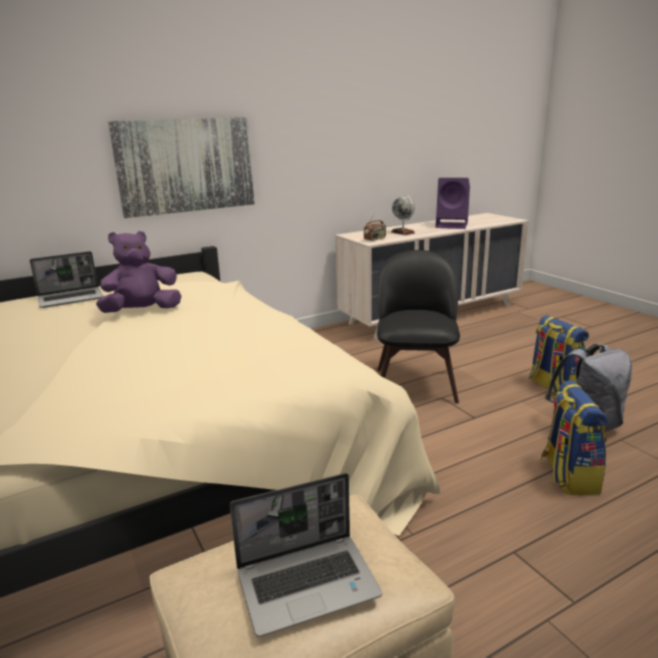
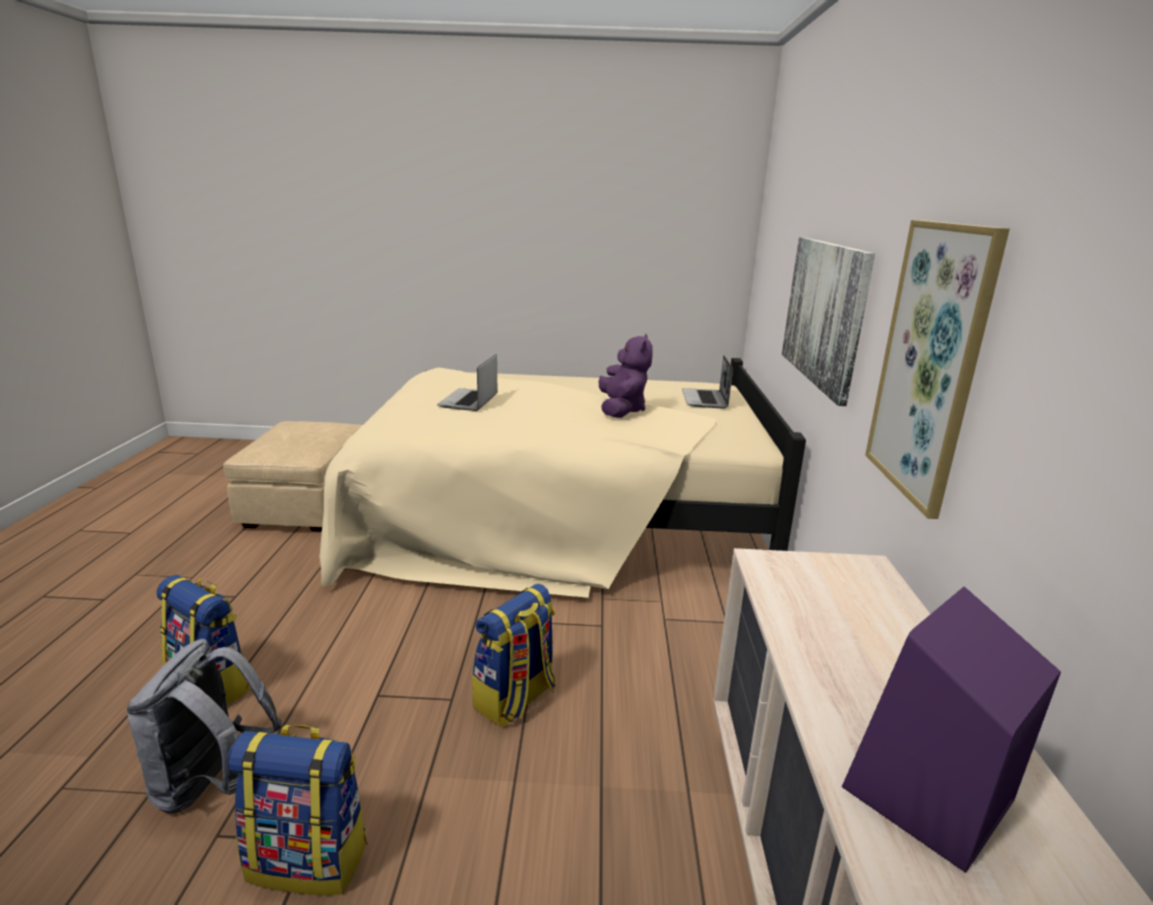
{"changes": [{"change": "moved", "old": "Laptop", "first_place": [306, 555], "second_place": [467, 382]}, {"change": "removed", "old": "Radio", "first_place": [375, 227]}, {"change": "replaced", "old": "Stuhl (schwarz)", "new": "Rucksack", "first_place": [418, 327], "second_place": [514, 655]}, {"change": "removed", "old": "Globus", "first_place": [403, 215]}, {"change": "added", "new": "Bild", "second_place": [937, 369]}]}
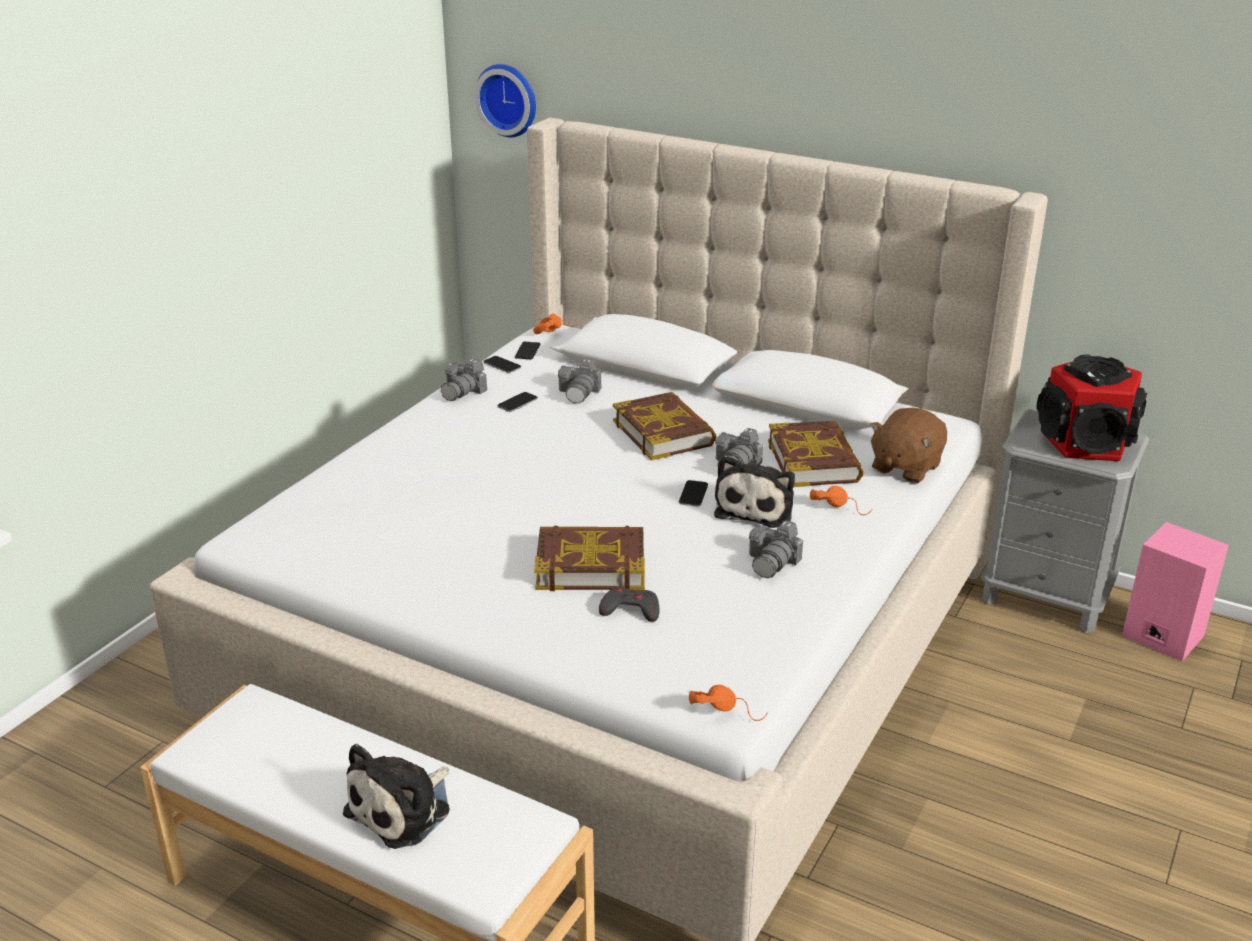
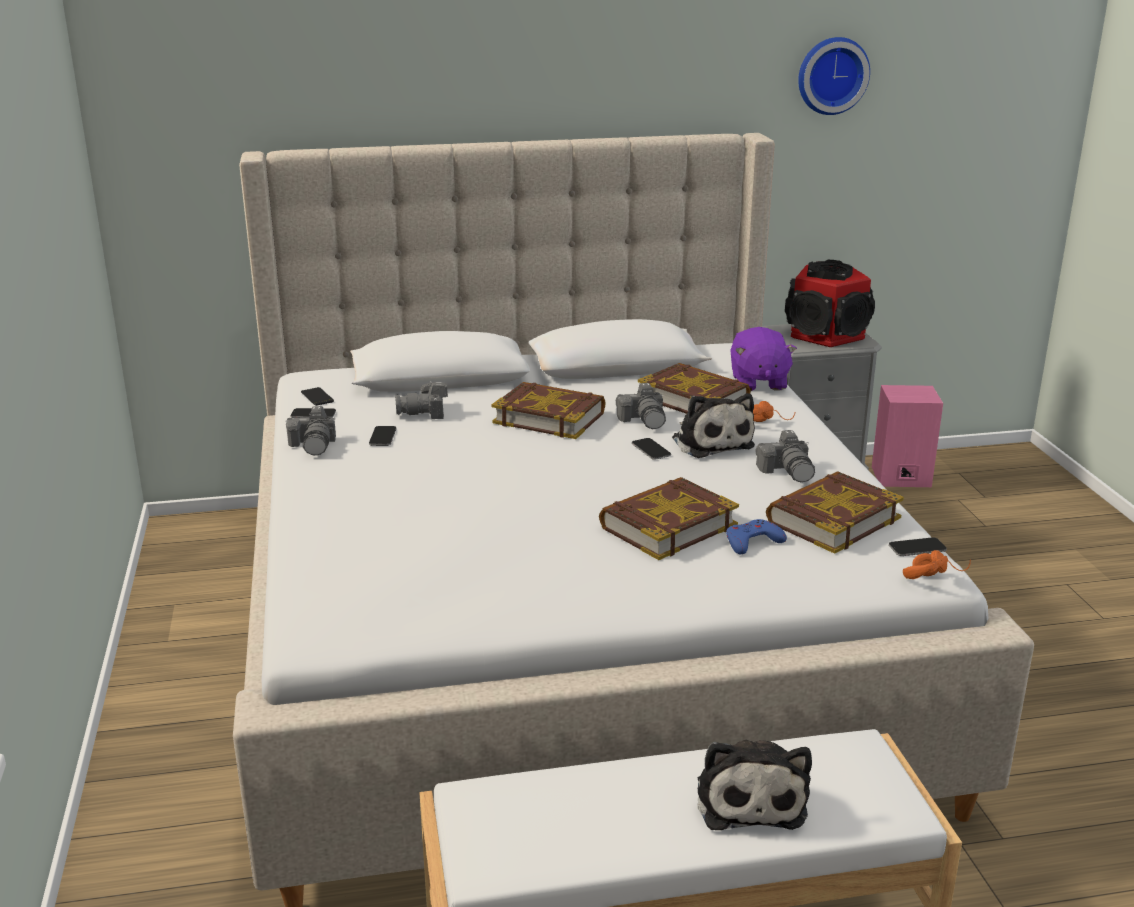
{"changes": [{"change": "moved", "old": "Wanduhr", "first_place": [505, 100], "second_place": [834, 76]}, {"change": "removed", "old": "Kopfhörer (orange)", "first_place": [555, 324]}, {"change": "turned", "old": "Kamera", "first_place": [579, 381], "second_place": [421, 400], "degrees": 105}, {"change": "recoloured", "old": "Gamepad (grau)", "new": "Gamepad (blau)", "first_place": [629, 604], "second_place": [756, 537]}, {"change": "recoloured", "old": "Plüschtier (braun)", "new": "Plüschtier (lila)", "first_place": [908, 445], "second_place": [763, 359]}, {"change": "added", "new": "Buch", "second_place": [835, 512]}, {"change": "added", "new": "Handy", "second_place": [918, 546]}]}
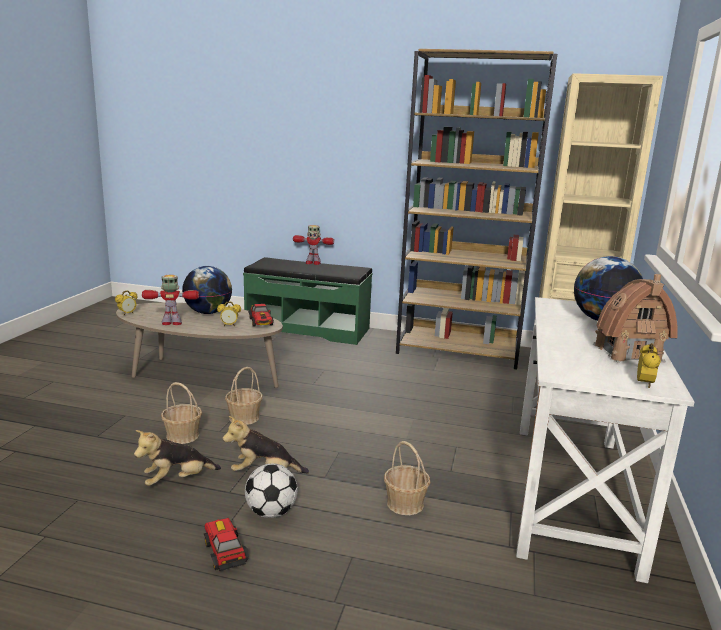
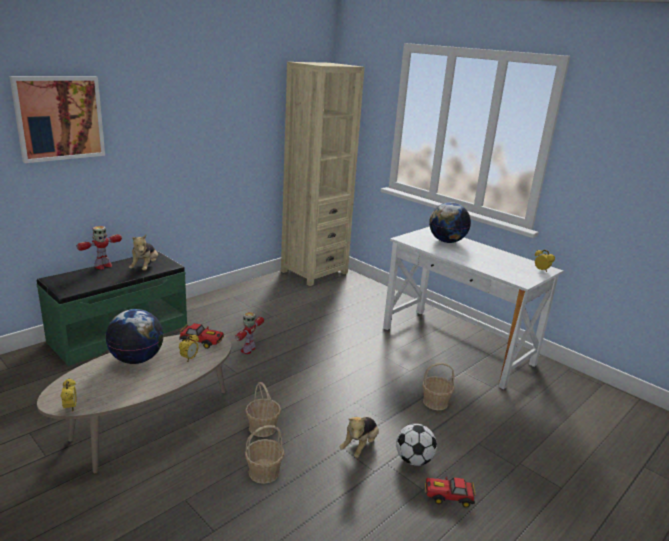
{"changes": [{"change": "moved", "old": "Plüschtier", "first_place": [177, 458], "second_place": [143, 252]}, {"change": "moved", "old": "Spielzeugroboter", "first_place": [170, 299], "second_place": [249, 333]}, {"change": "removed", "old": "Bücherregal (braun)", "first_place": [476, 209]}, {"change": "removed", "old": "Spielzeughaus", "first_place": [635, 318]}, {"change": "added", "new": "Bild", "second_place": [57, 119]}]}
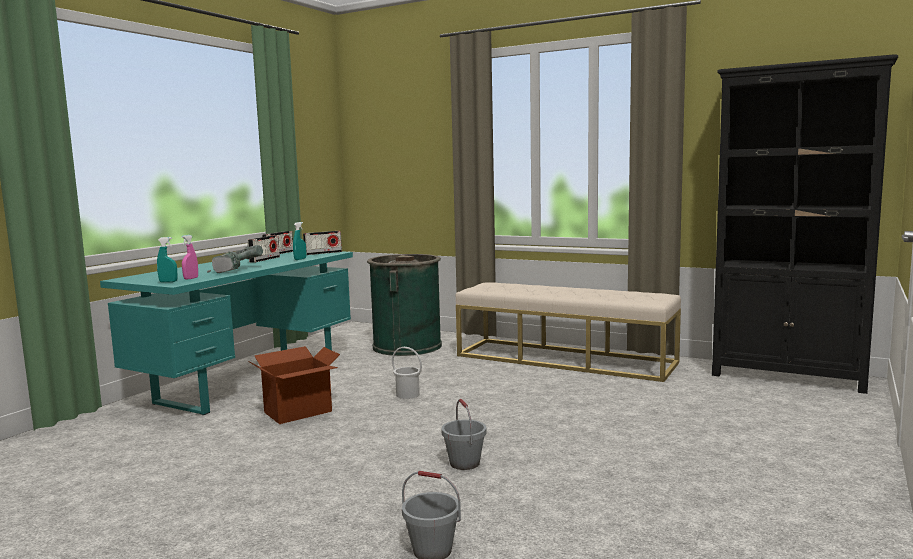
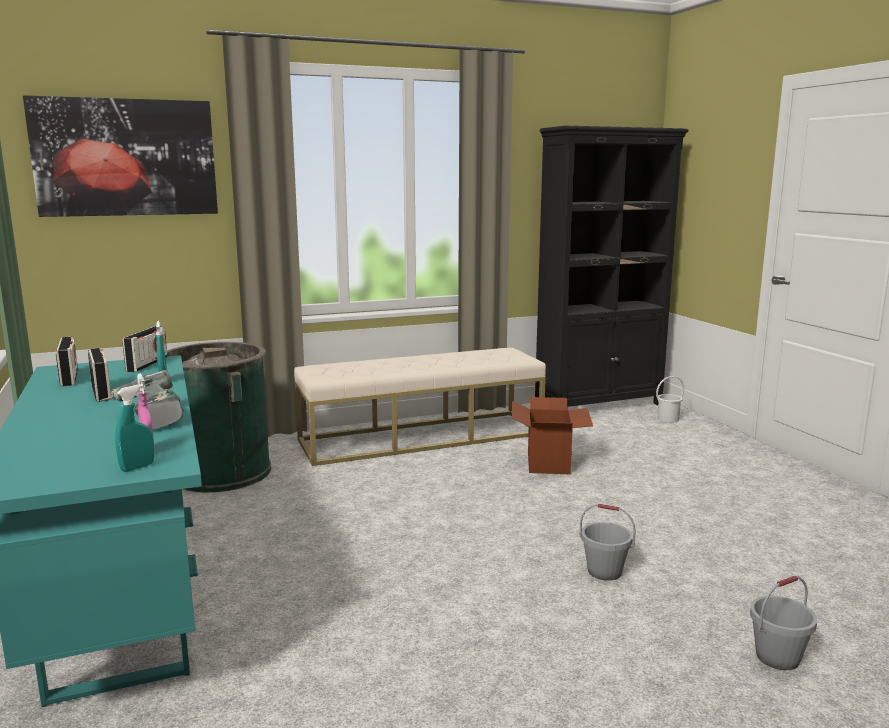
{"changes": [{"change": "moved", "old": "Karton", "first_place": [294, 385], "second_place": [552, 435]}, {"change": "moved", "old": "Eimer (weiß)", "first_place": [407, 372], "second_place": [670, 399]}, {"change": "added", "new": "Bild", "second_place": [120, 156]}]}
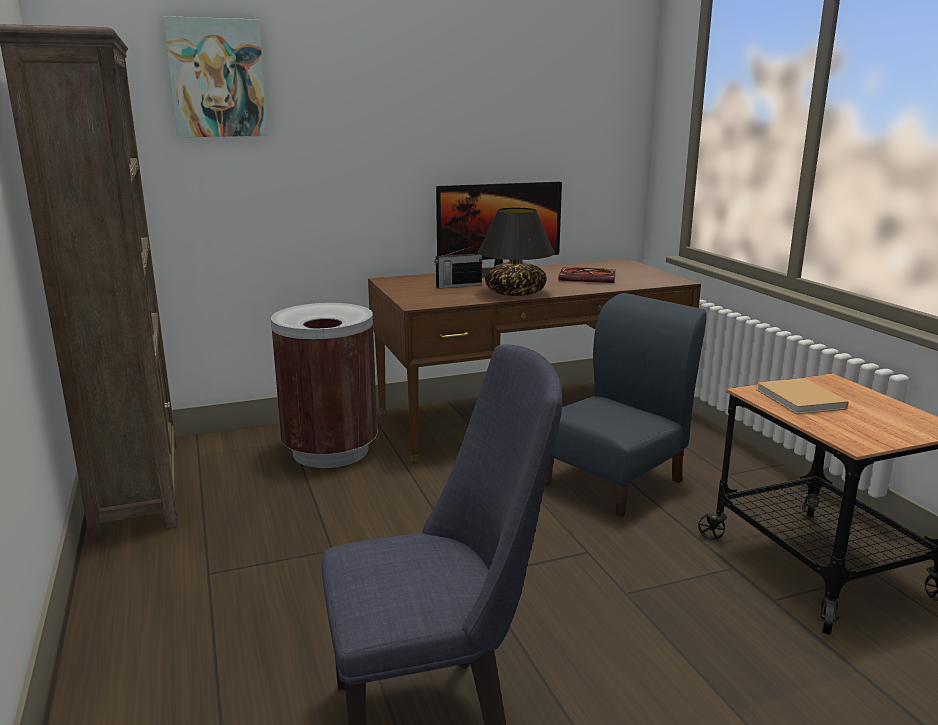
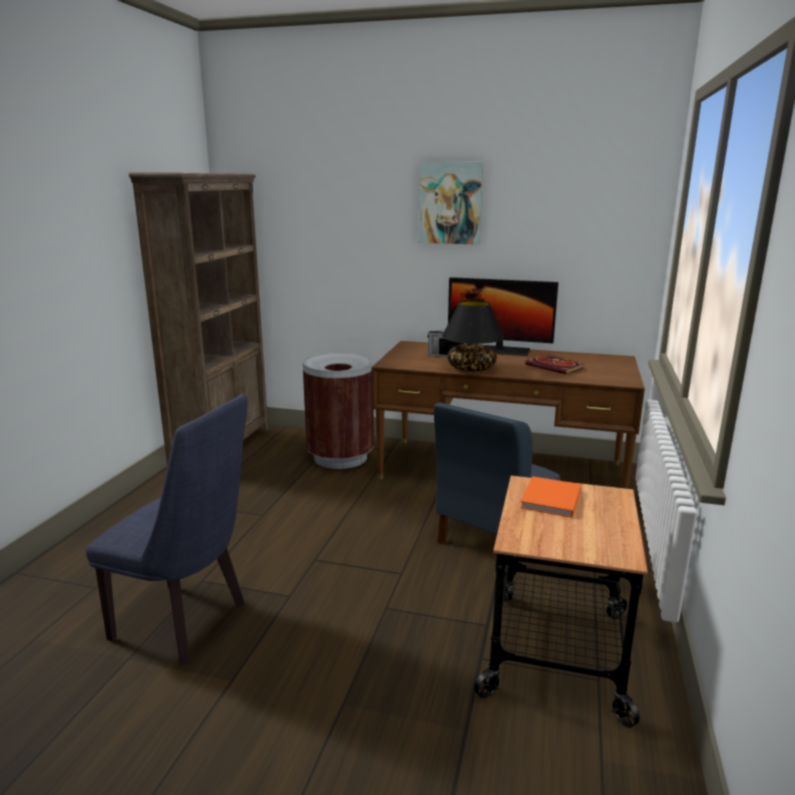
{"changes": [{"change": "moved", "old": "Bild", "first_place": [215, 76], "second_place": [450, 203]}, {"change": "turned", "old": "Stuhl (blau)", "first_place": [626, 405], "second_place": [497, 474], "degrees": 135}, {"change": "recoloured", "old": "Buch (beige)", "new": "Buch (orange)", "first_place": [802, 396], "second_place": [550, 497]}]}
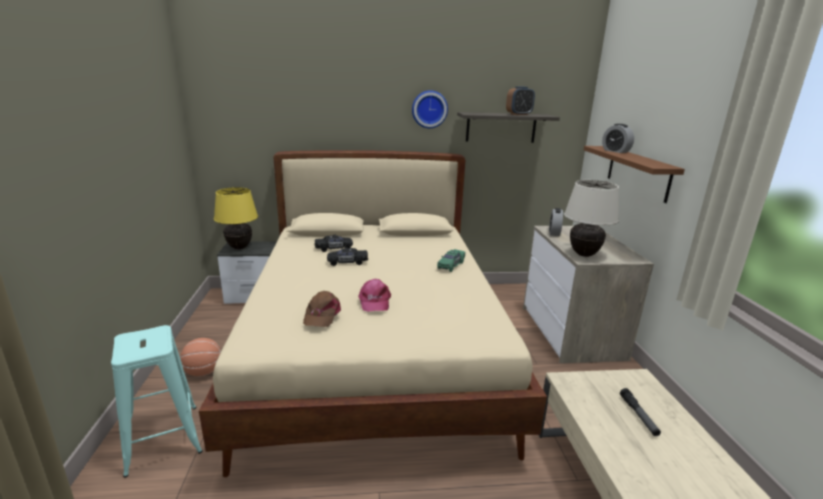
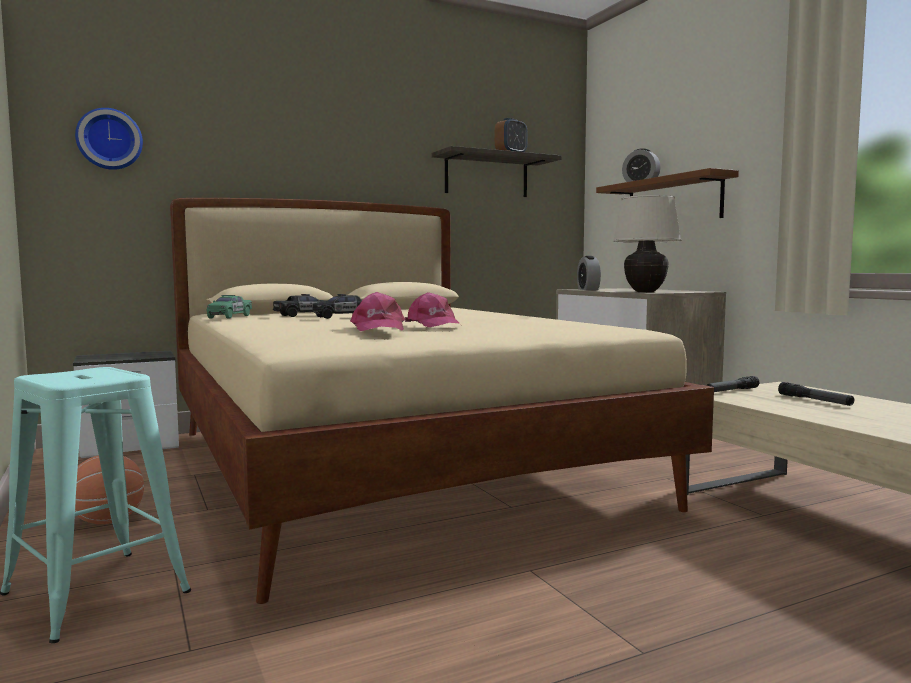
{"changes": [{"change": "removed", "old": "Tischlampe (gelb)", "first_place": [236, 218]}, {"change": "recoloured", "old": "Kappe (braun)", "new": "Kappe (rosa)", "first_place": [322, 309], "second_place": [377, 311]}, {"change": "moved", "old": "Wanduhr", "first_place": [430, 109], "second_place": [109, 139]}, {"change": "moved", "old": "Spielzeugauto (grün)", "first_place": [451, 260], "second_place": [229, 307]}, {"change": "added", "new": "Taschenlampe", "second_place": [732, 384]}]}
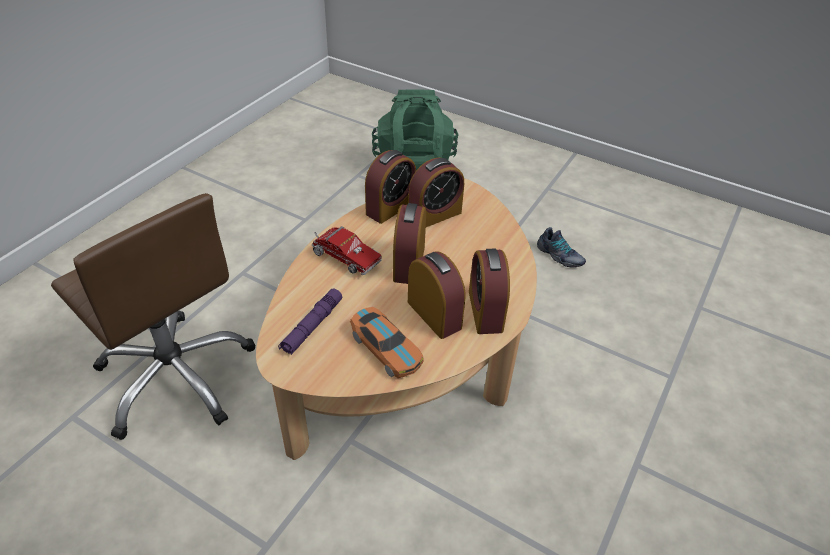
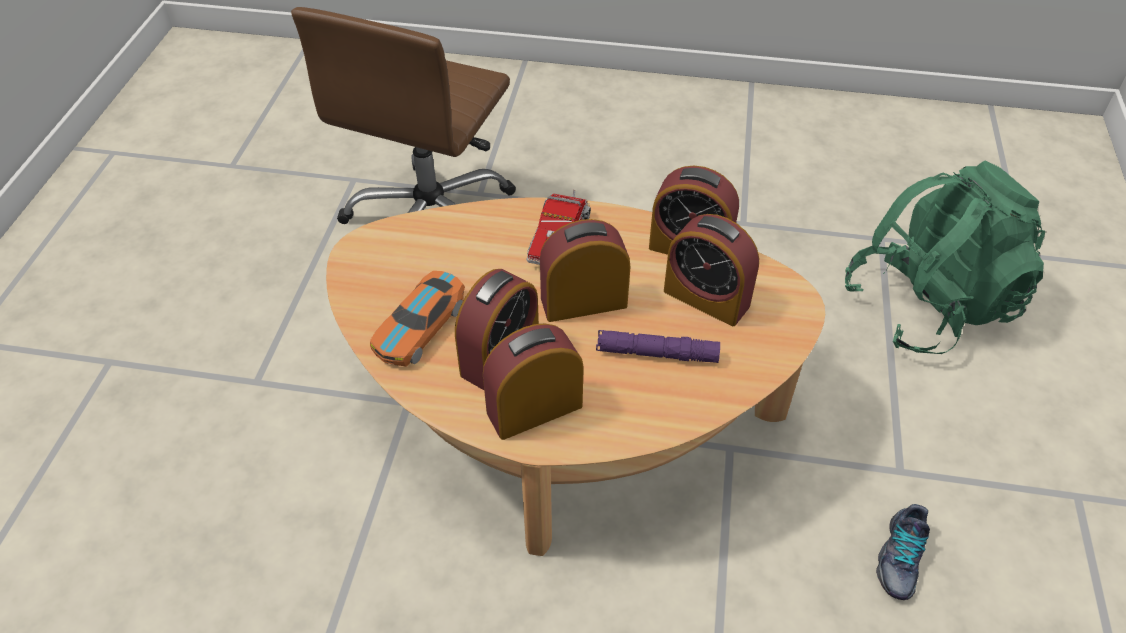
{"changes": [{"change": "moved", "old": "Taschenlampe (lila)", "first_place": [310, 321], "second_place": [658, 346]}]}
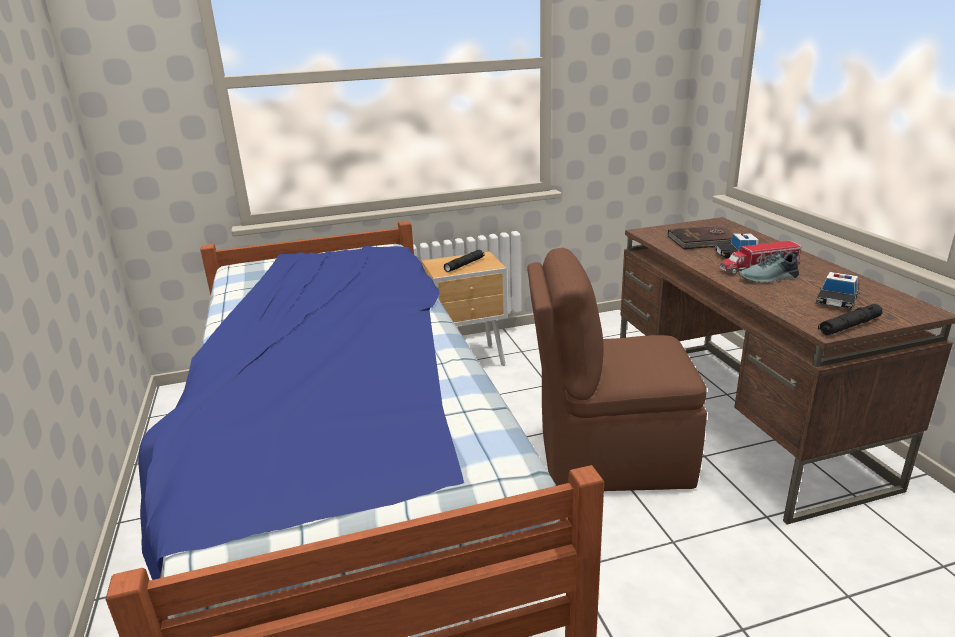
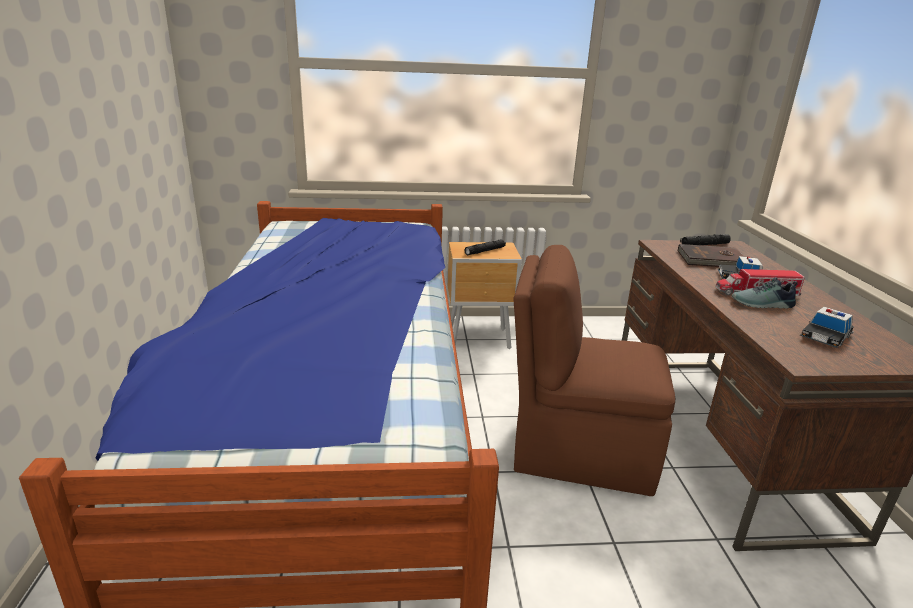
{"changes": [{"change": "moved", "old": "Taschenlampe (schwarz)", "first_place": [850, 319], "second_place": [705, 239]}]}
